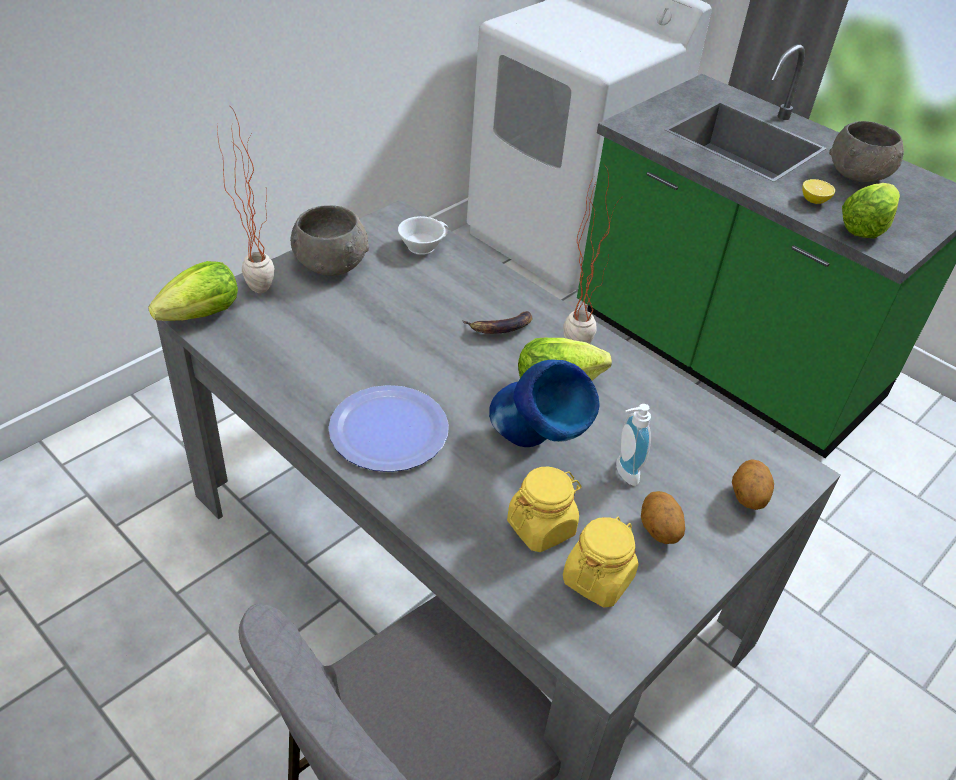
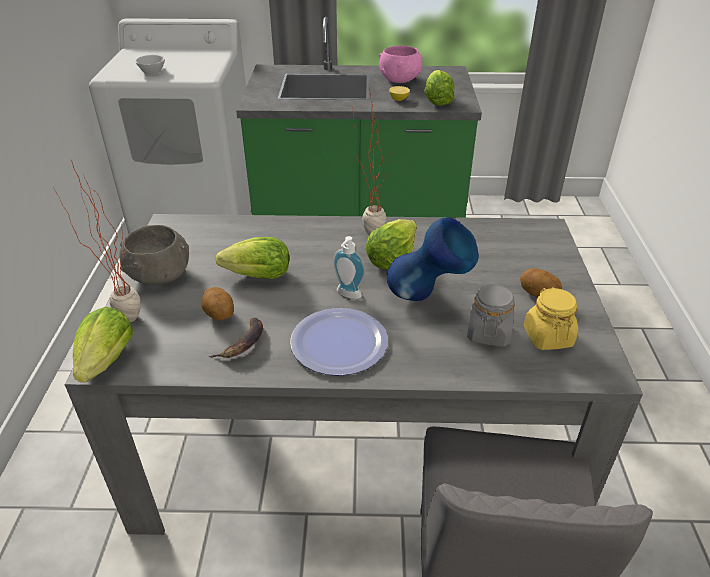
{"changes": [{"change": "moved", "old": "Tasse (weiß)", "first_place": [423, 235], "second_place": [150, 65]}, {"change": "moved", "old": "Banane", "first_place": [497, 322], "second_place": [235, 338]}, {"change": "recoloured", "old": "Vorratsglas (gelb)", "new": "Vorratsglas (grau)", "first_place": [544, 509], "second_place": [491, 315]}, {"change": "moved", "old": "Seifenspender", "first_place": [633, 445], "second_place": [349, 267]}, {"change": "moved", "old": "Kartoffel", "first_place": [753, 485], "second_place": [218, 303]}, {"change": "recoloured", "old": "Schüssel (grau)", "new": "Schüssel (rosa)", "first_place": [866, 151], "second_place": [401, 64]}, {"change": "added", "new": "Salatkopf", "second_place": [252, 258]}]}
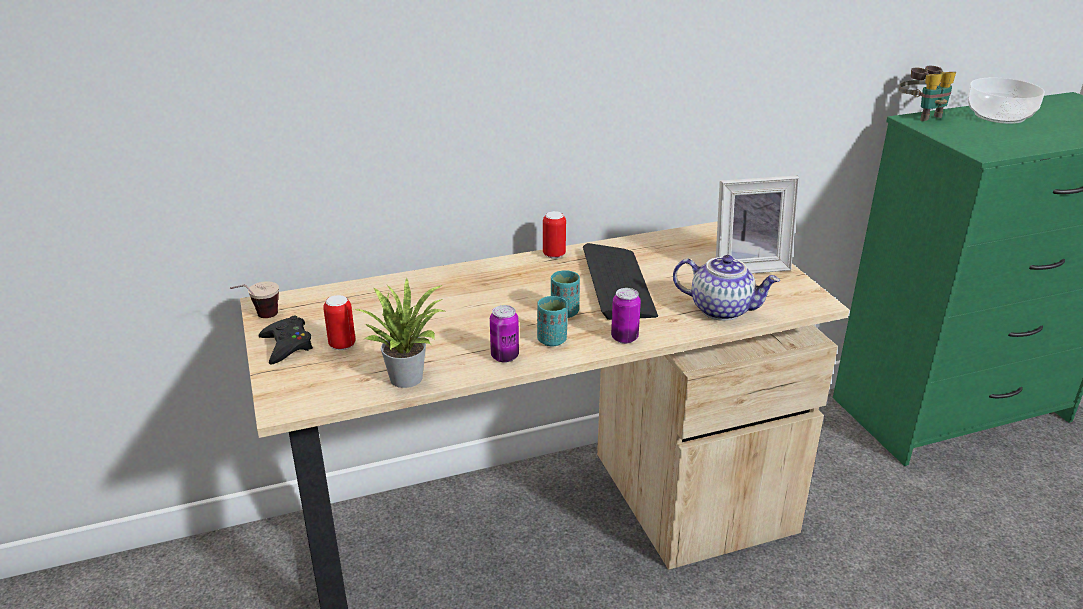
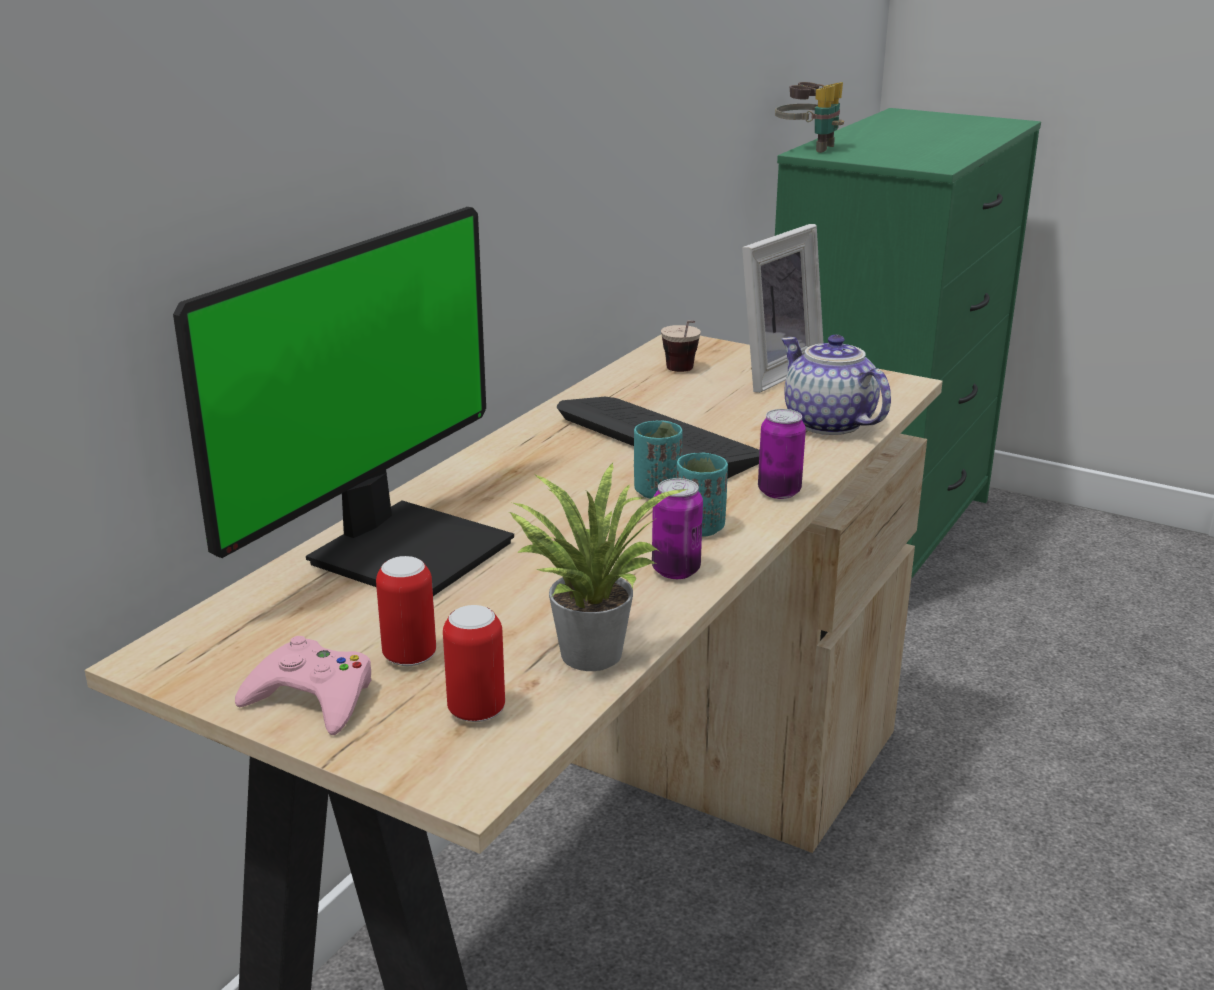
{"changes": [{"change": "moved", "old": "Tasse", "first_place": [254, 299], "second_place": [681, 346]}, {"change": "recoloured", "old": "Gamepad (schwarz)", "new": "Gamepad (rosa)", "first_place": [286, 340], "second_place": [303, 685]}, {"change": "moved", "old": "Dose", "first_place": [554, 235], "second_place": [474, 663]}, {"change": "turned", "old": "Teekanne", "first_place": [726, 288], "second_place": [836, 385], "degrees": -105}, {"change": "removed", "old": "Schüssel", "first_place": [1006, 101]}, {"change": "added", "new": "Monitor", "second_place": [343, 401]}]}
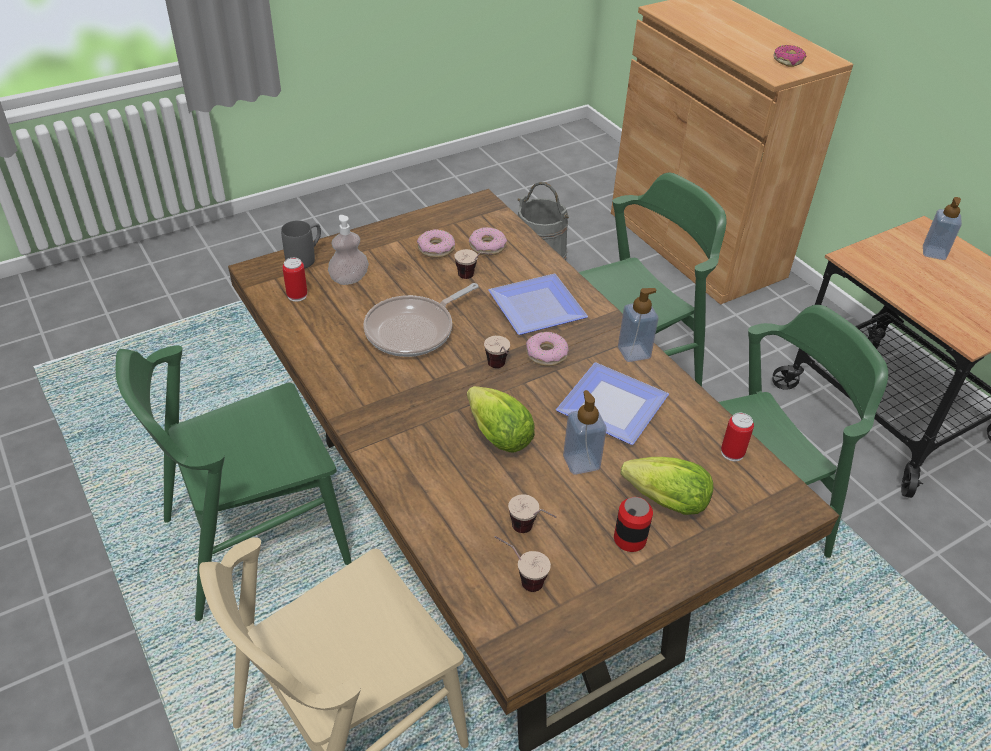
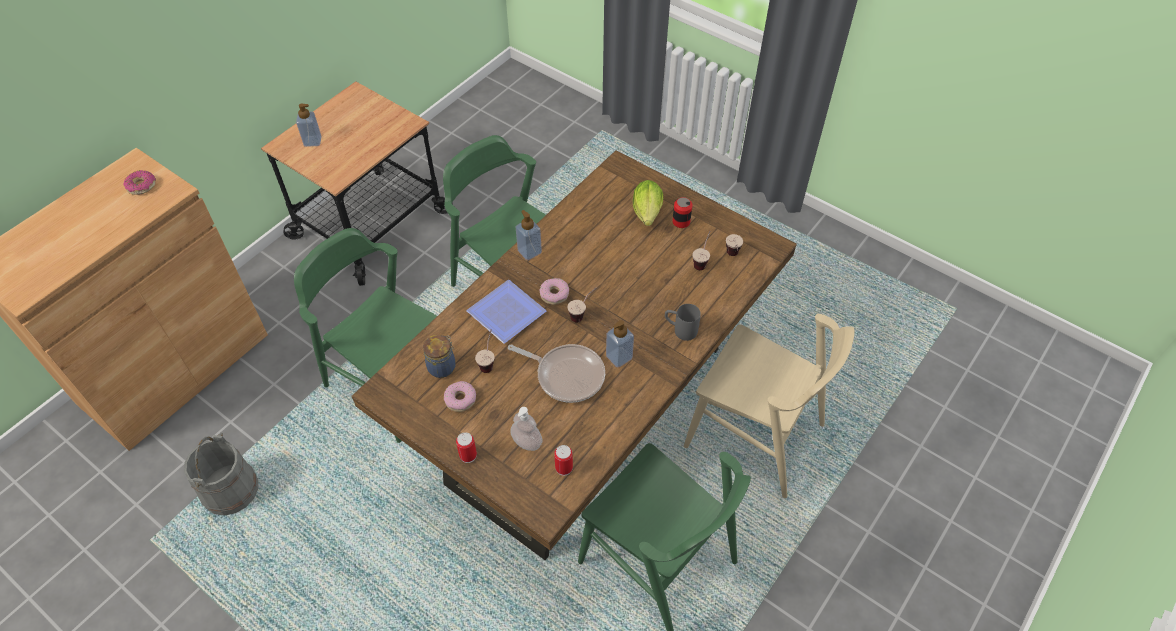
{"changes": [{"change": "moved", "old": "Henkelbecher (grau)", "first_place": [301, 244], "second_place": [683, 322]}, {"change": "removed", "old": "Salatkopf", "first_place": [501, 419]}, {"change": "replaced", "old": "Donut", "new": "Vorratsglas", "first_place": [488, 241], "second_place": [439, 356]}, {"change": "removed", "old": "Teller", "first_place": [612, 403]}, {"change": "moved", "old": "Seifenspender", "first_place": [585, 432], "second_place": [620, 343]}, {"change": "moved", "old": "Dose", "first_place": [737, 437], "second_place": [466, 447]}]}
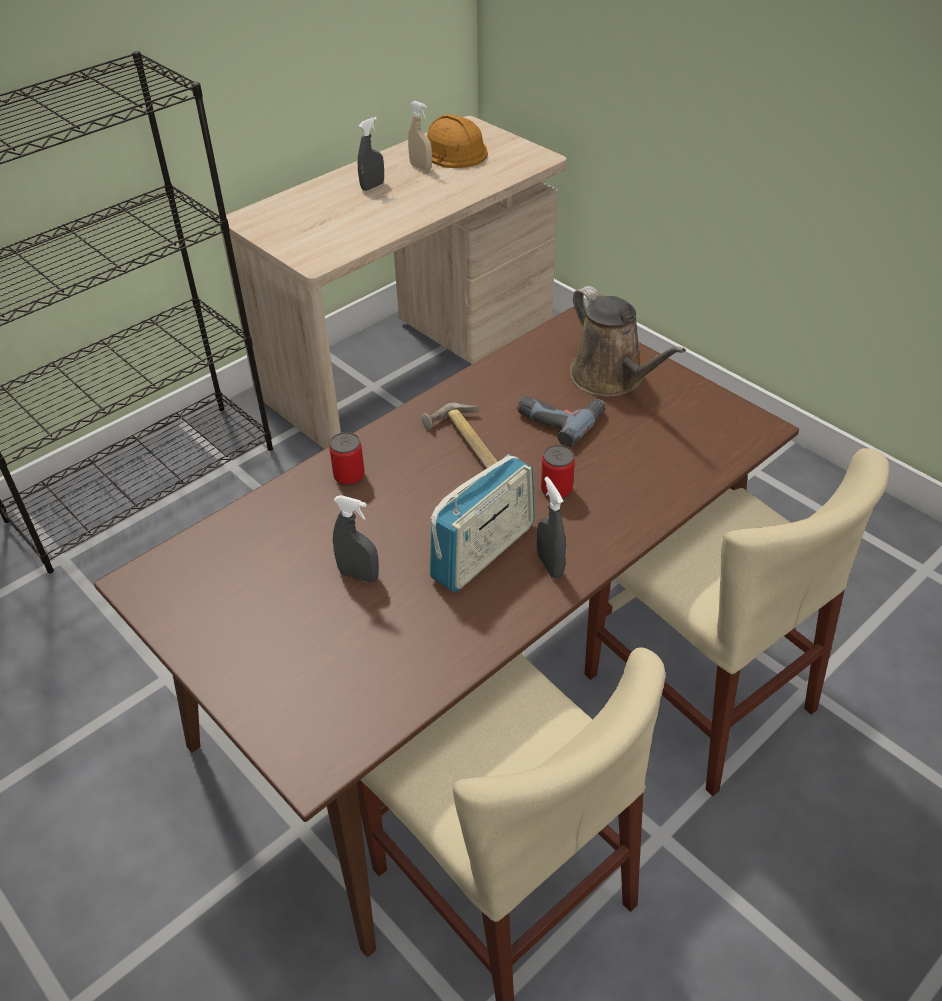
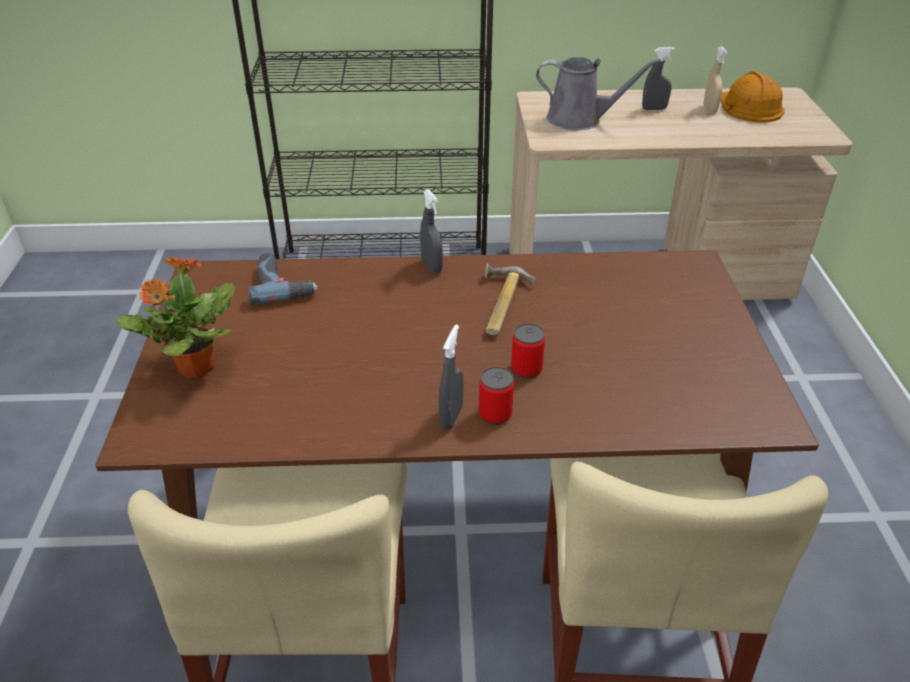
{"changes": [{"change": "moved", "old": "Dose", "first_place": [347, 459], "second_place": [496, 396]}, {"change": "moved", "old": "Sprühflasche (grau)", "first_place": [356, 539], "second_place": [431, 231]}, {"change": "removed", "old": "Radio", "first_place": [481, 523]}, {"change": "moved", "old": "Bohrmaschine", "first_place": [561, 421], "second_place": [283, 279]}, {"change": "removed", "old": "Gießkanne (braun)", "first_place": [628, 341]}, {"change": "added", "new": "Topfpflanze", "second_place": [175, 316]}, {"change": "added", "new": "Gießkanne (grau)", "second_place": [598, 93]}]}
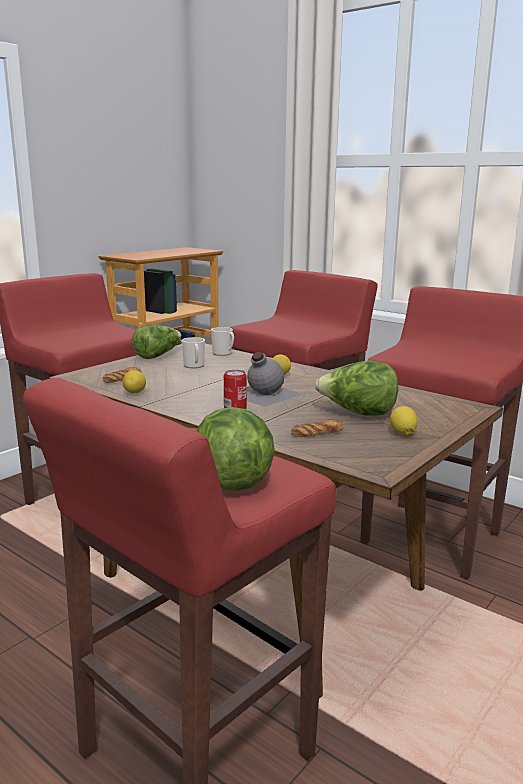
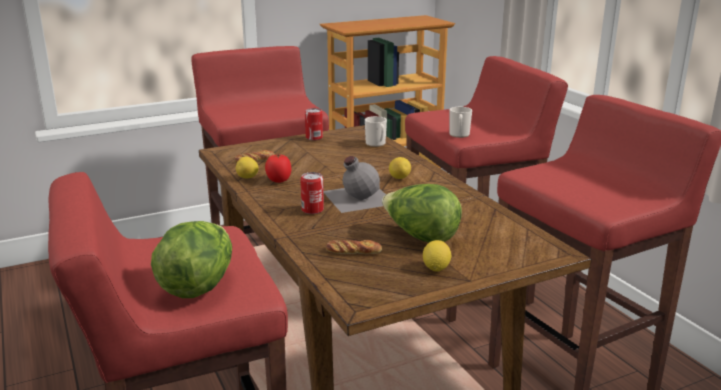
{"changes": [{"change": "replaced", "old": "Salatkopf", "new": "Dose", "first_place": [156, 342], "second_place": [314, 124]}, {"change": "moved", "old": "Henkelbecher", "first_place": [193, 352], "second_place": [460, 122]}, {"change": "added", "new": "Tomate", "second_place": [278, 168]}]}
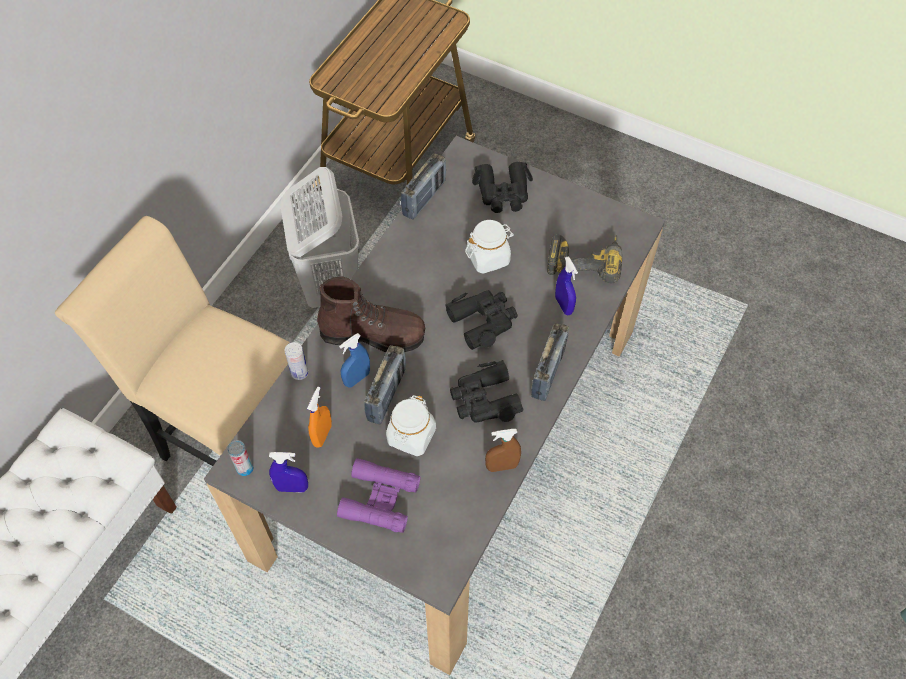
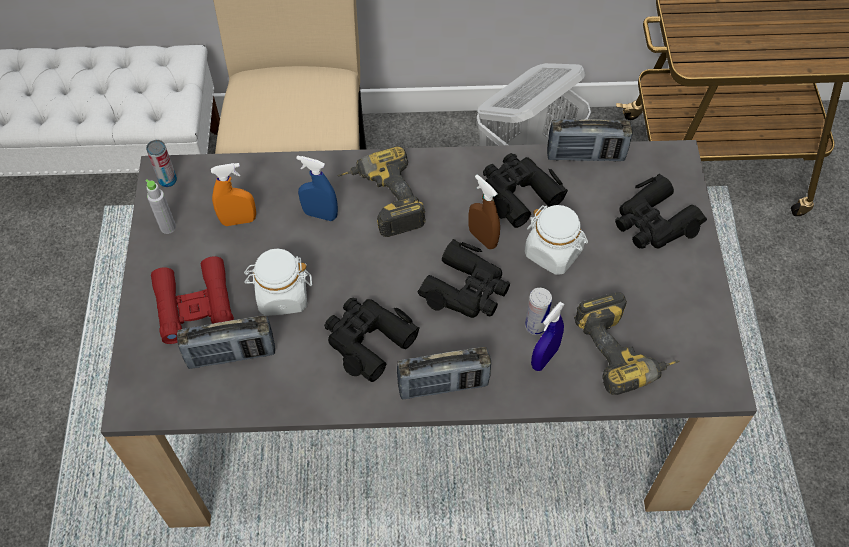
{"changes": [{"change": "replaced", "old": "Sprühflasche (blau)", "new": "Flasche (grau)", "first_place": [288, 472], "second_place": [160, 206]}, {"change": "moved", "old": "Dose", "first_place": [296, 361], "second_place": [538, 311]}, {"change": "replaced", "old": "Stiefel (braun)", "new": "Bohrmaschine", "first_place": [371, 314], "second_place": [382, 191]}, {"change": "recoloured", "old": "Fernglas (lila)", "new": "Fernglas (rot)", "first_place": [378, 495], "second_place": [192, 300]}, {"change": "moved", "old": "Radio", "first_place": [385, 385], "second_place": [226, 342]}, {"change": "moved", "old": "Sprühflasche (braun)", "first_place": [503, 450], "second_place": [484, 211]}, {"change": "added", "new": "Fernglas (schwarz)", "second_place": [525, 190]}]}
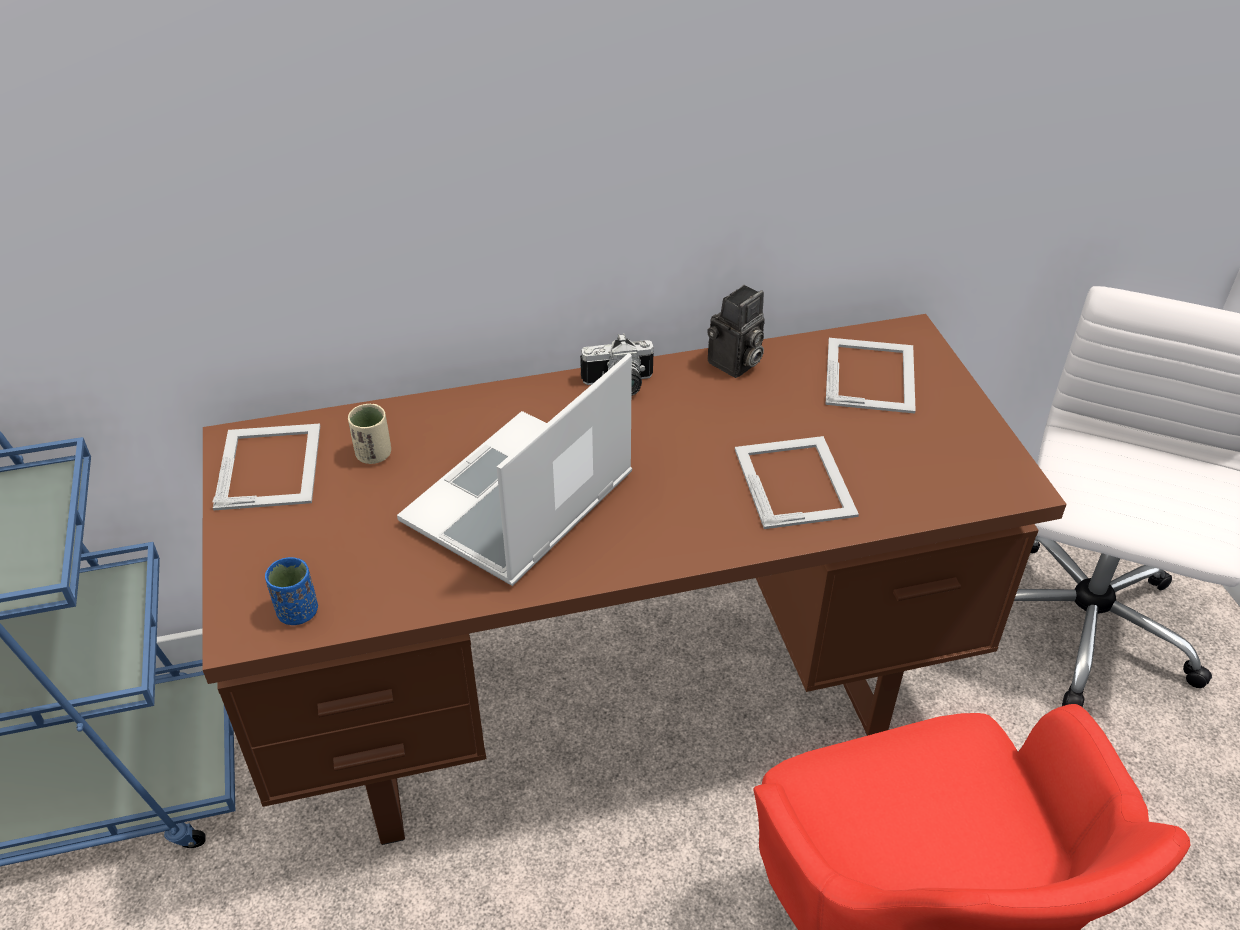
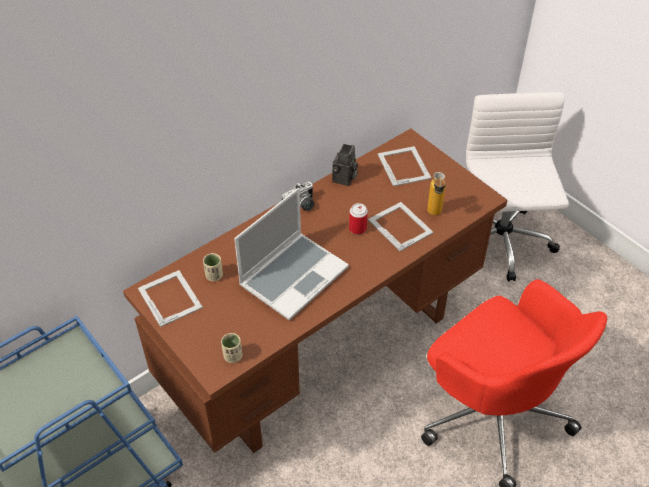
{"changes": [{"change": "recoloured", "old": "Tasse (blau)", "new": "Tasse (beige)", "first_place": [291, 591], "second_place": [231, 348]}, {"change": "turned", "old": "Laptop", "first_place": [514, 469], "second_place": [291, 254], "degrees": -150}, {"change": "added", "new": "Dose", "second_place": [358, 219]}, {"change": "added", "new": "Flasche", "second_place": [436, 194]}]}
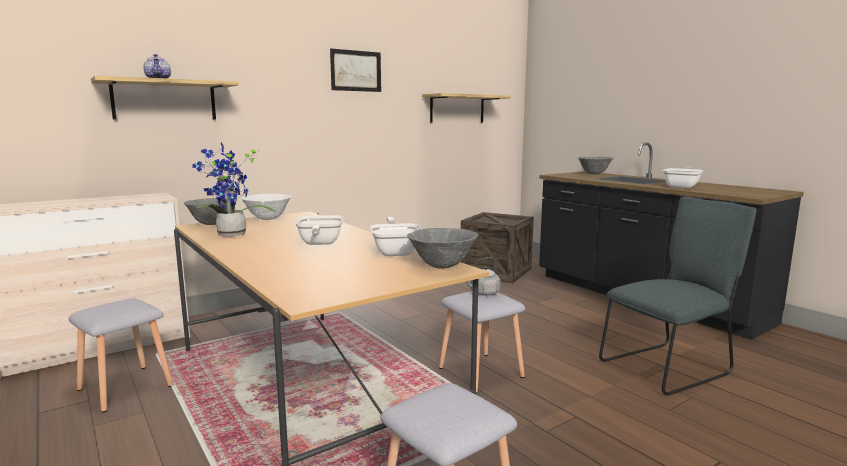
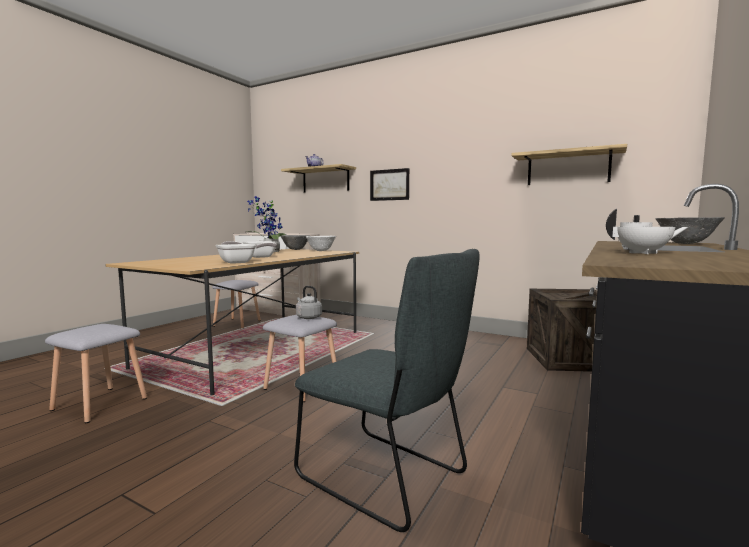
{"changes": [{"change": "moved", "old": "Bild", "first_place": [355, 70], "second_place": [389, 184]}, {"change": "removed", "old": "Schüssel (grau)", "first_place": [442, 248]}, {"change": "replaced", "old": "Pfanne", "new": "Teekanne (weiß)", "first_place": [683, 177], "second_place": [647, 231]}]}
